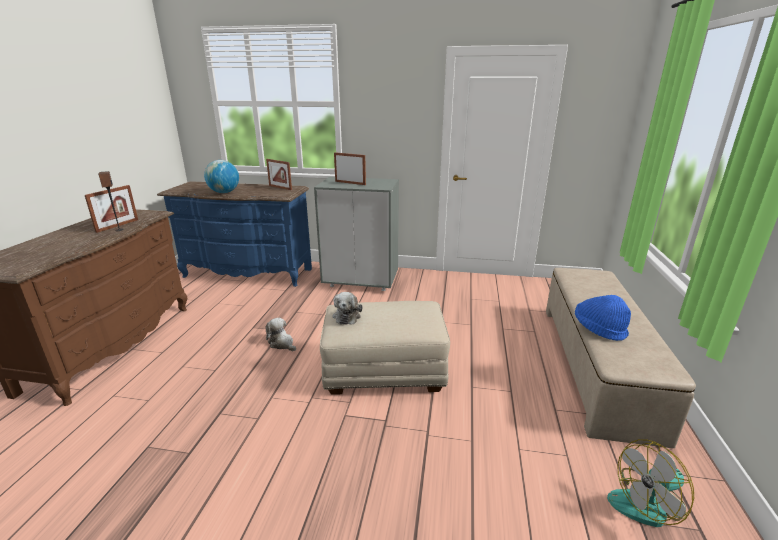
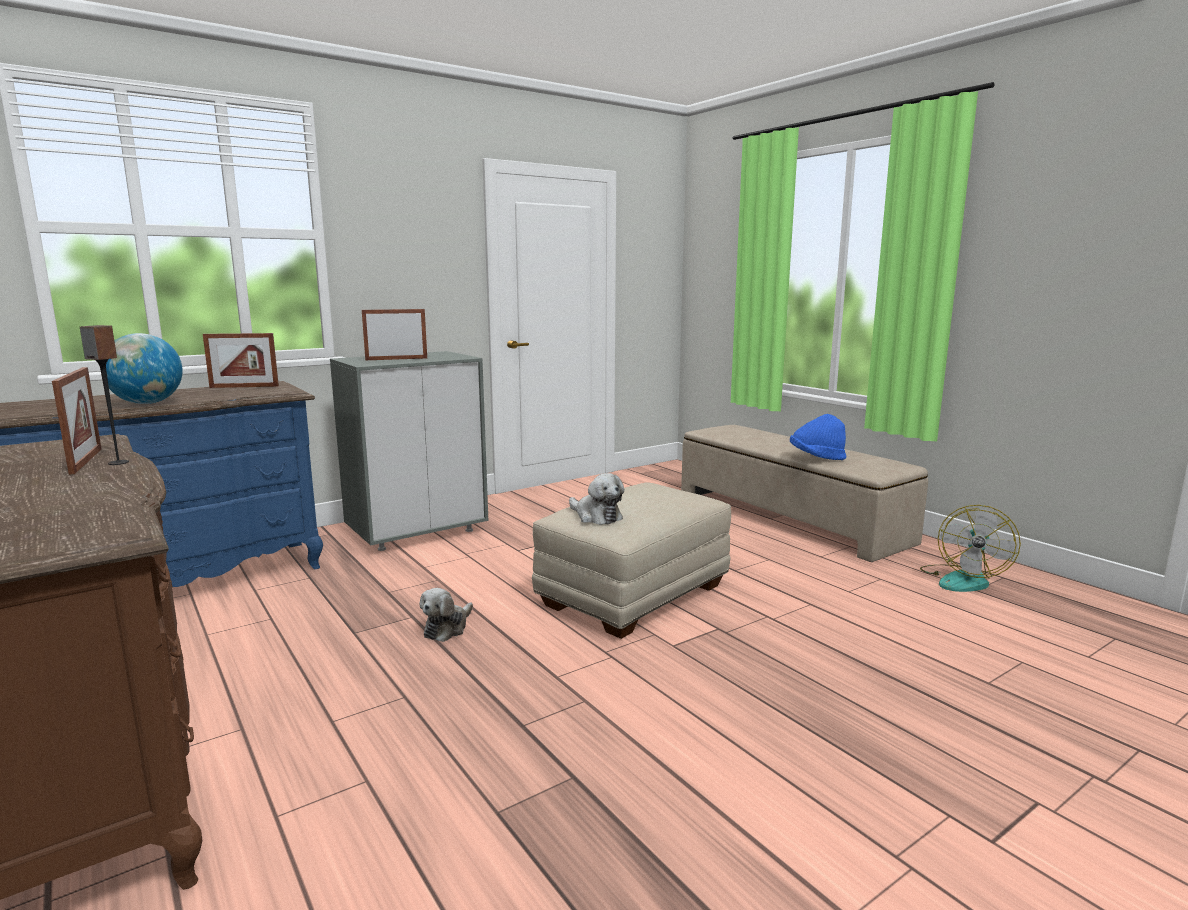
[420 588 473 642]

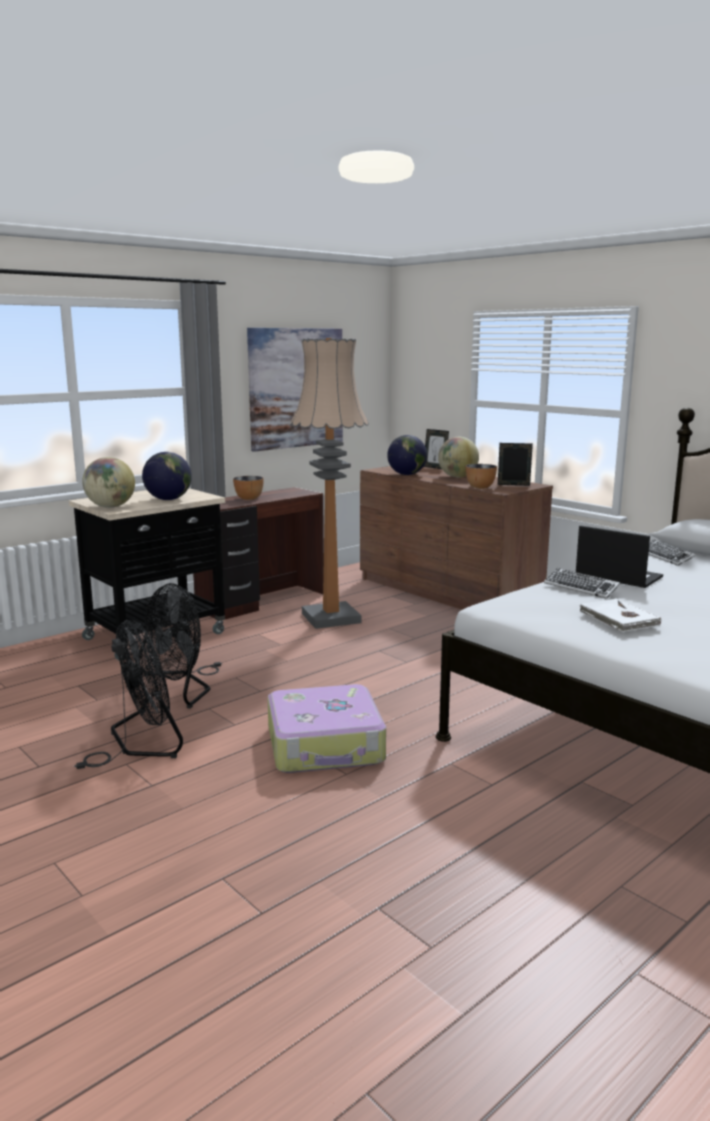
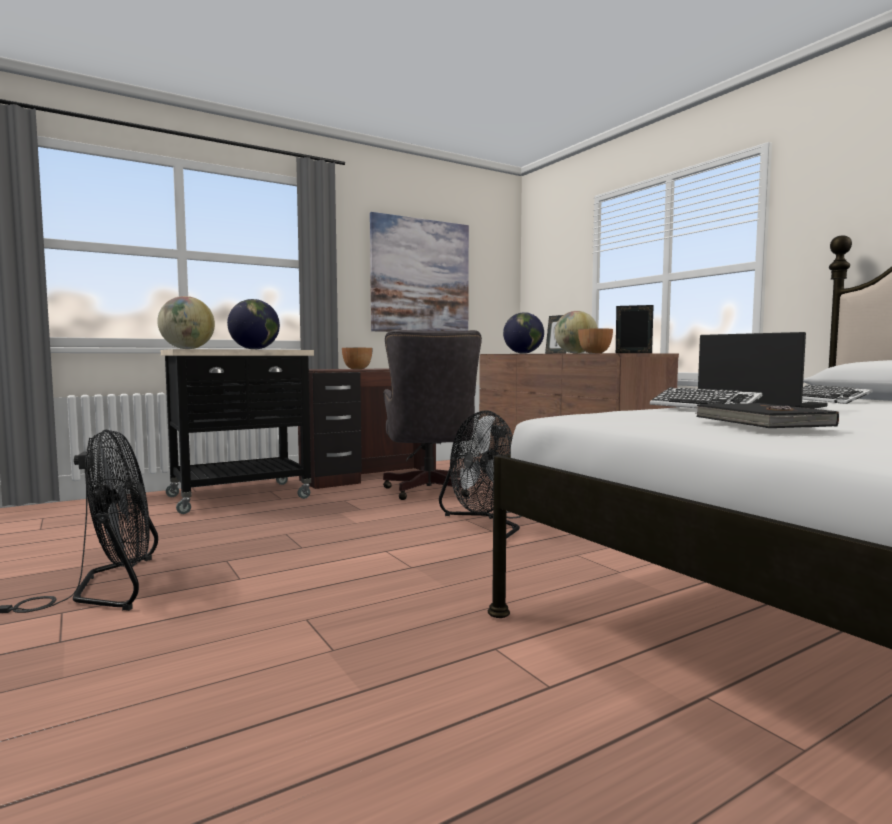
[439 410 522 539]
[267 684 386 773] (first image)
[383 330 482 500]
[696 403 839 428]

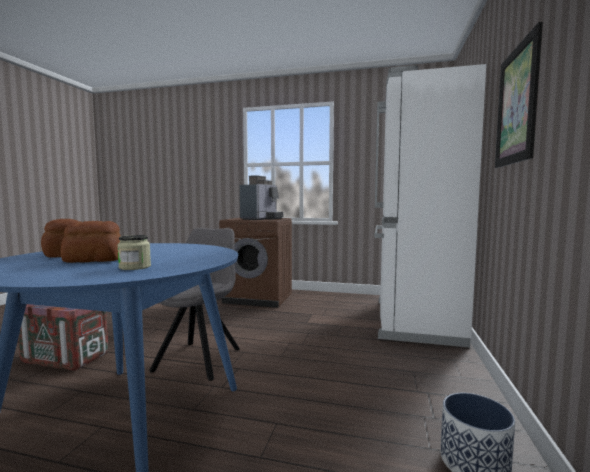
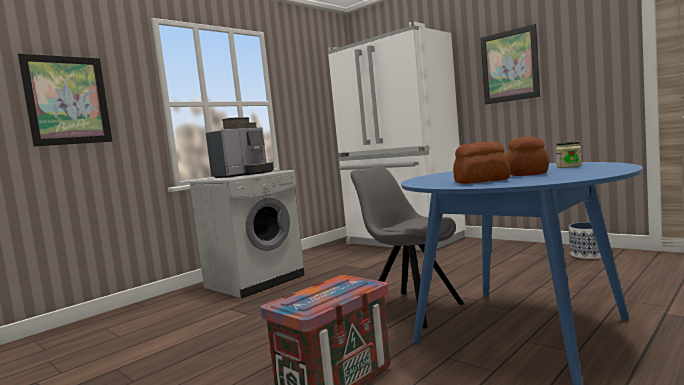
[190 170 305 298]
[206 117 274 178]
[18 53 112 147]

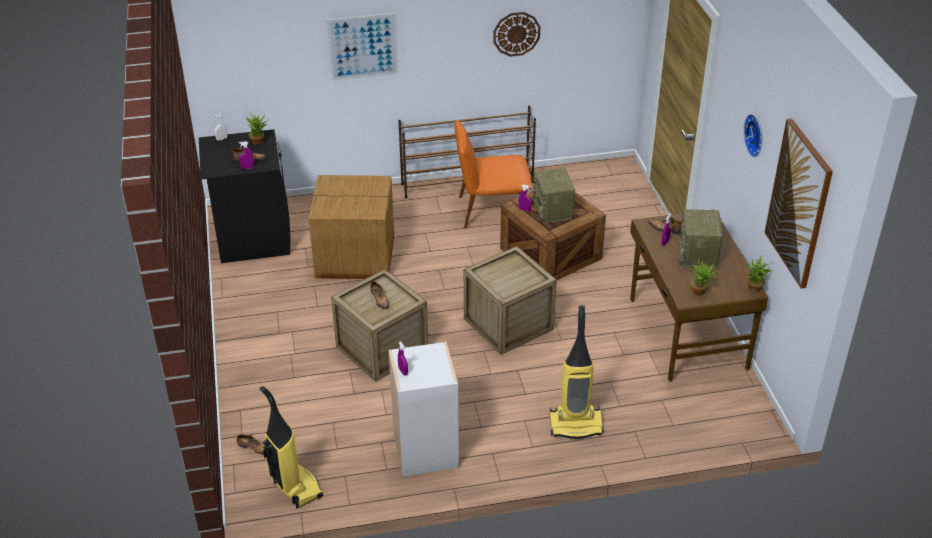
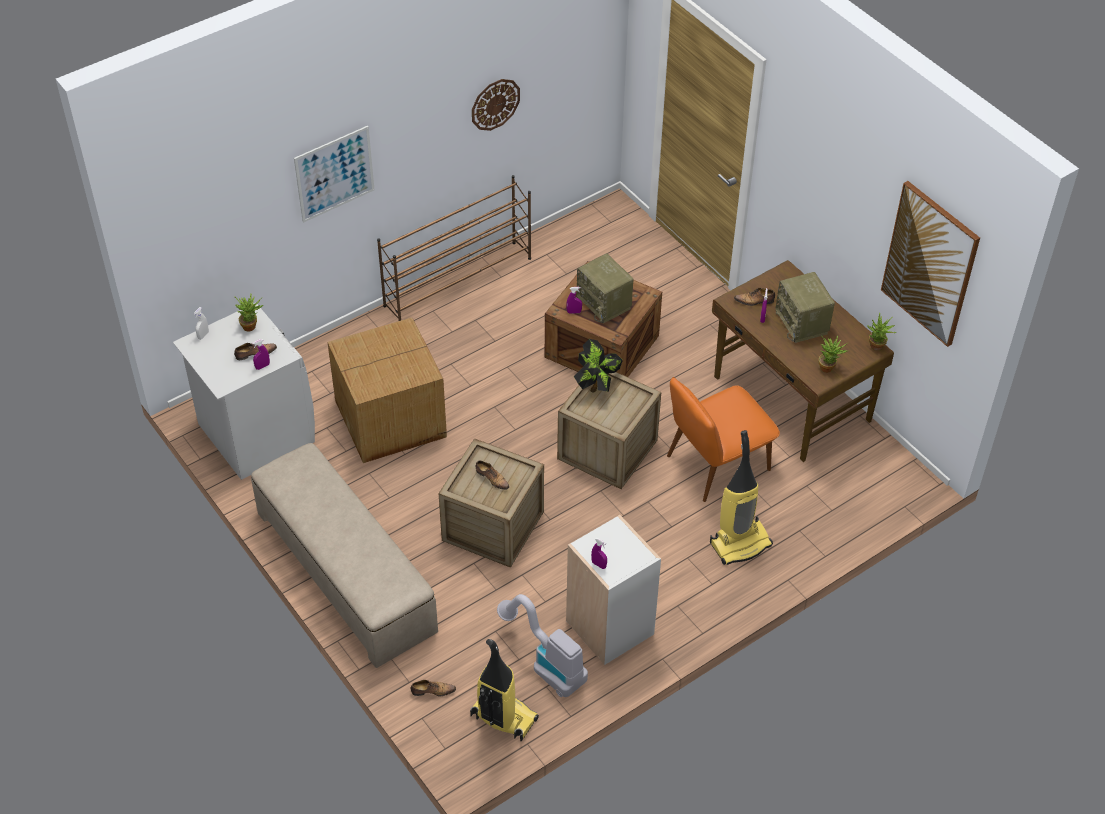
[173 303 315 480]
[667 377 780 502]
[744 114 762 158] (first image)
[251 443 438 668]
[497 594 588 697]
[574 339 623 393]

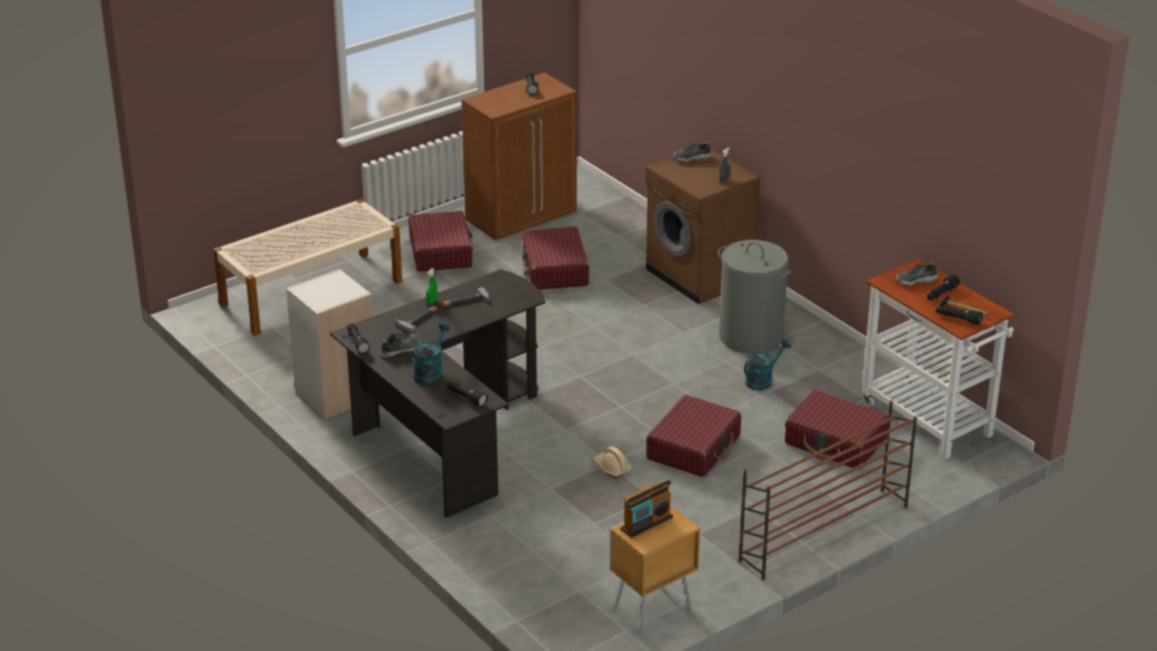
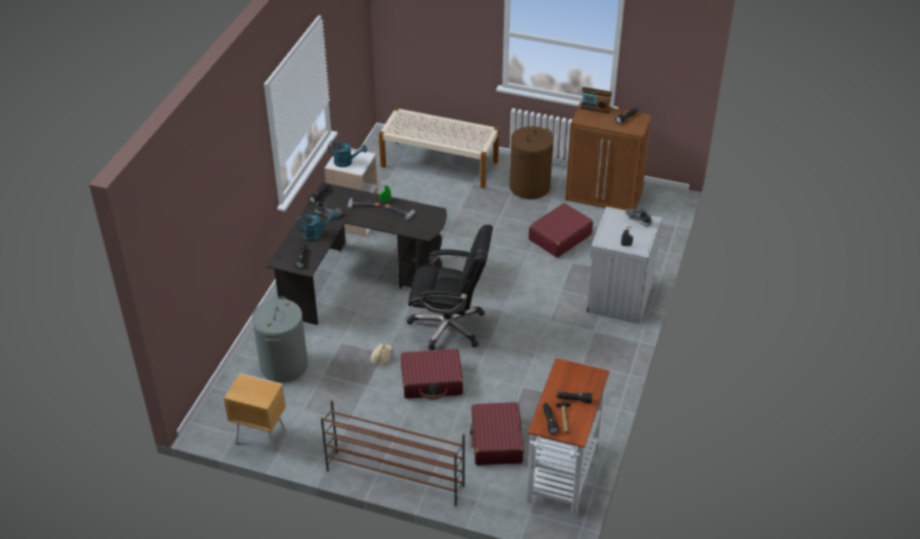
[510 126 554 199]
[580 87 612 114]
[587 207 662 324]
[252 297 308 383]
[328 141 367 167]
[896 262 938 286] (first image)
[407 225 493 350]

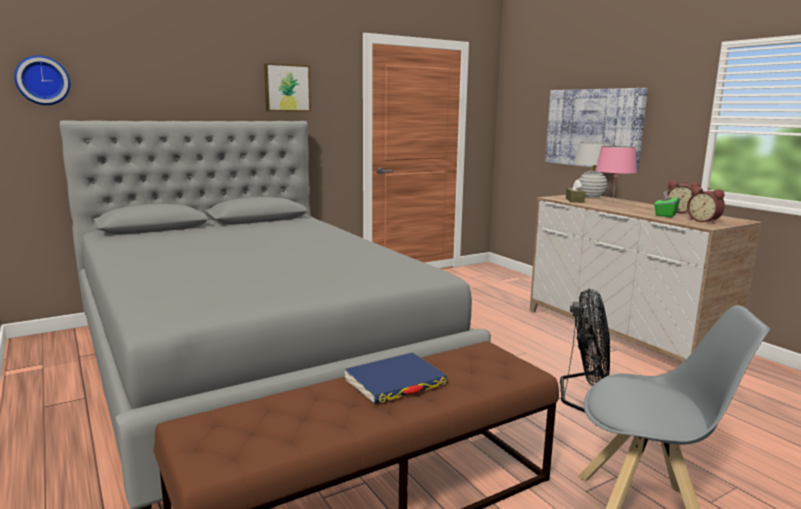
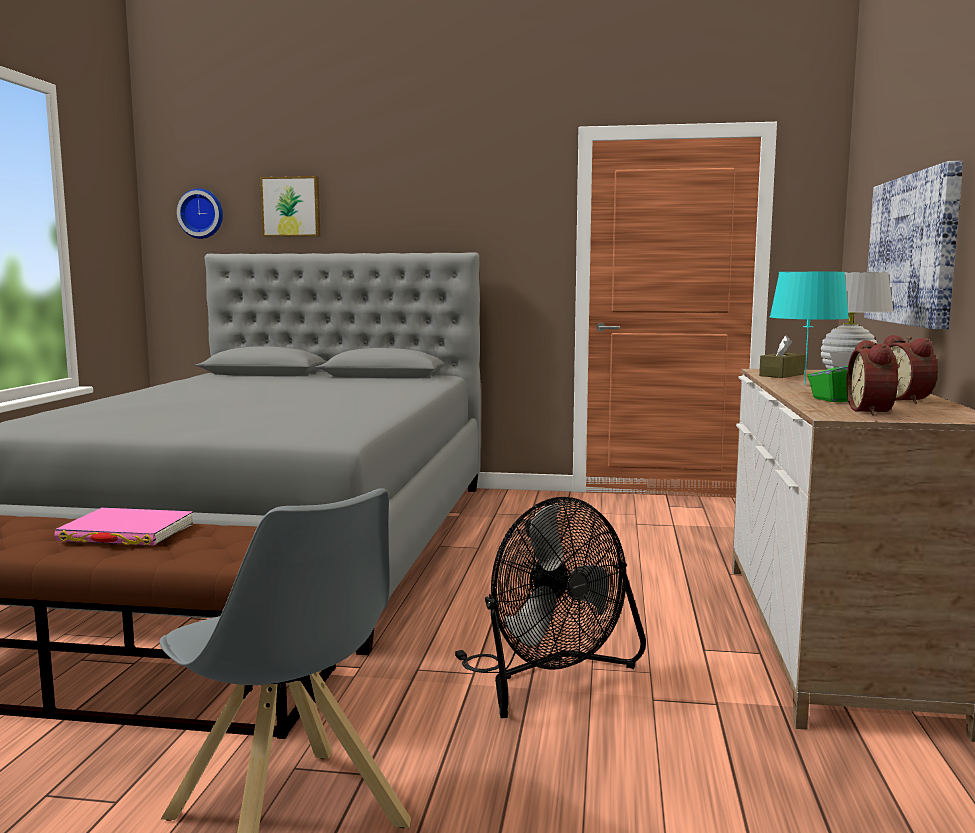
[260 176 320 237]
[54 508 193 545]
[770 272 849 385]

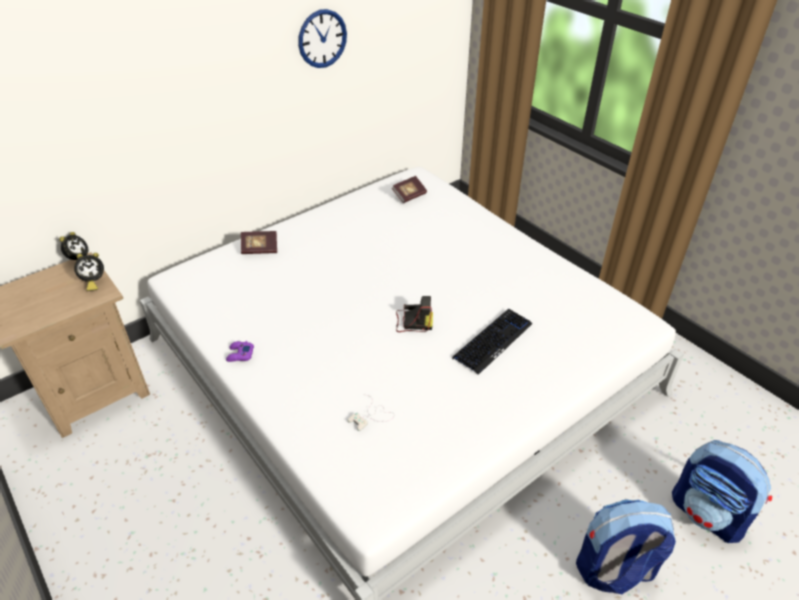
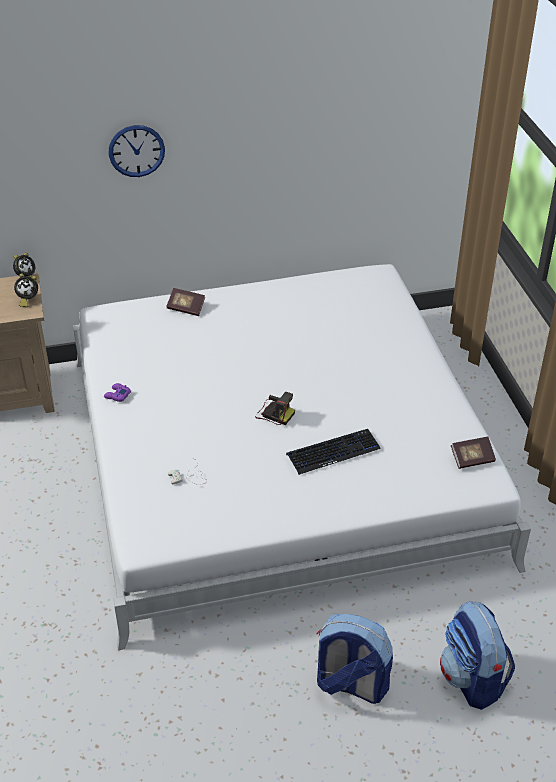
[108 125 165 177]
[451 437 496 469]

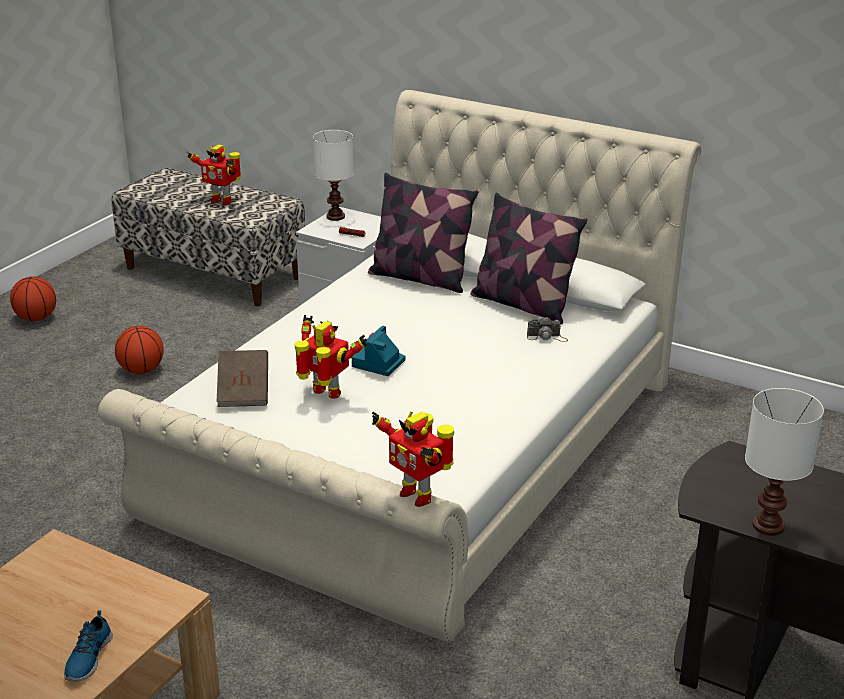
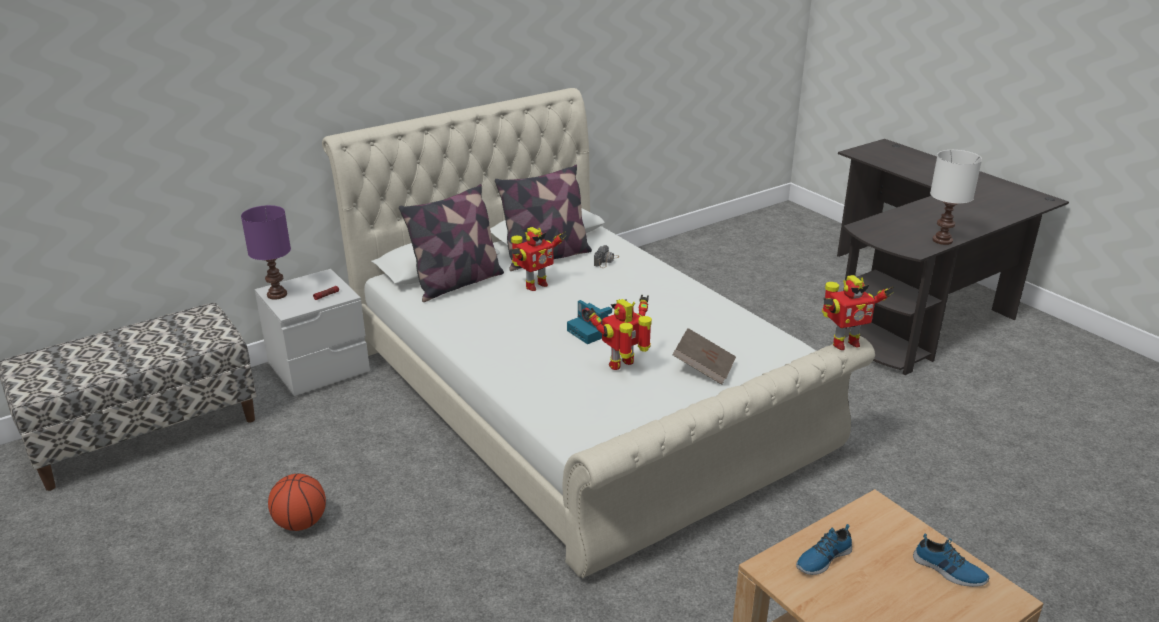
[10 276 56 321] (first image)
[511 227 566 291]
[672 328 736 385]
[241 205 291 300]
[796 524 852 575]

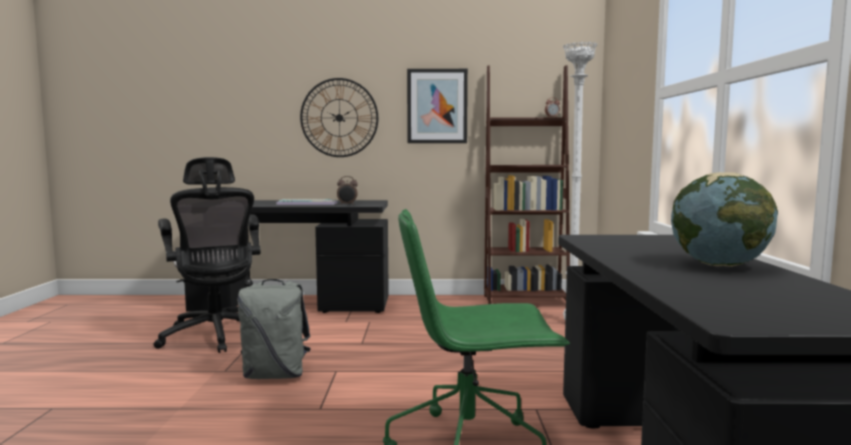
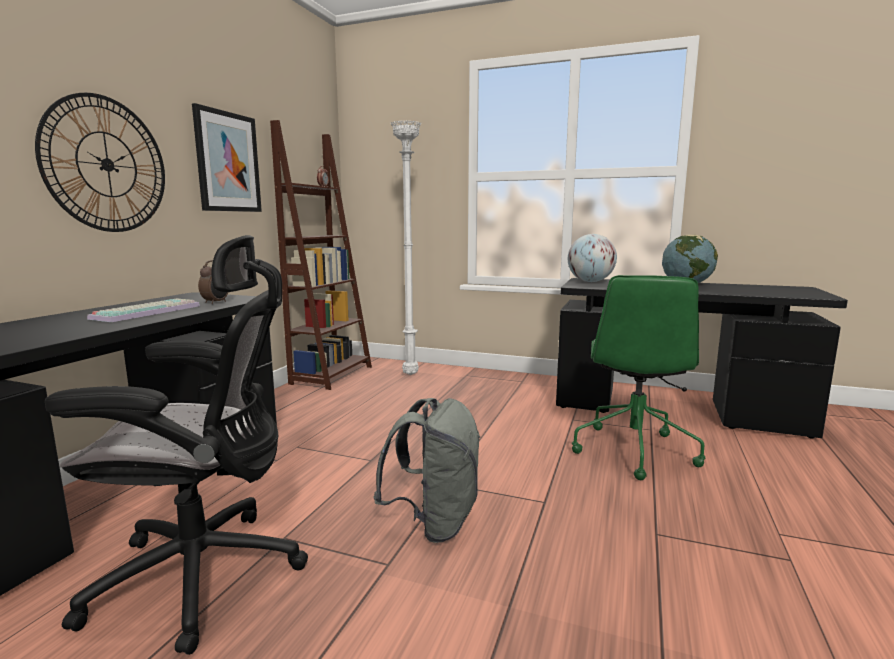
[568 234 617 282]

